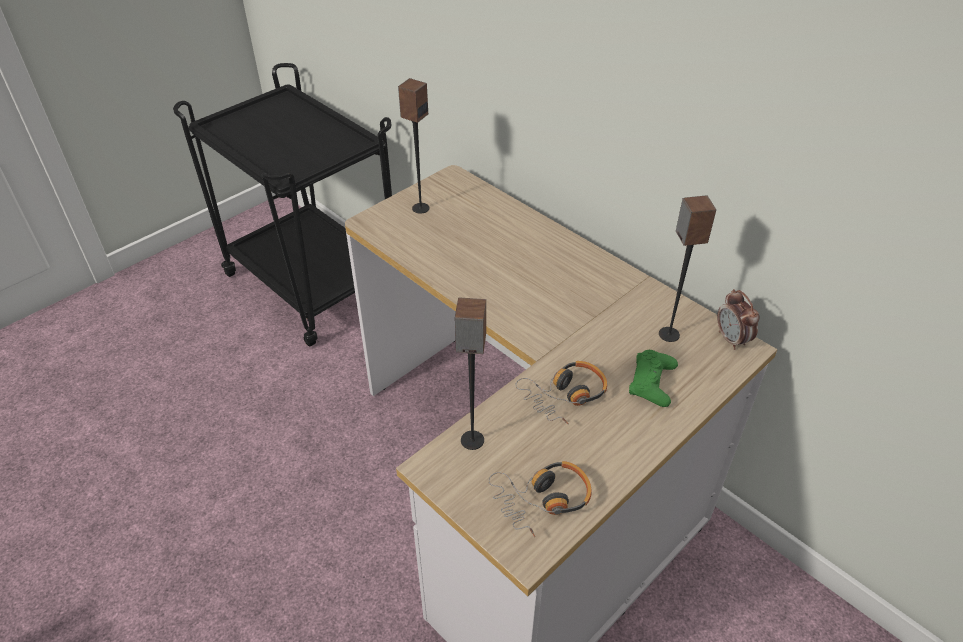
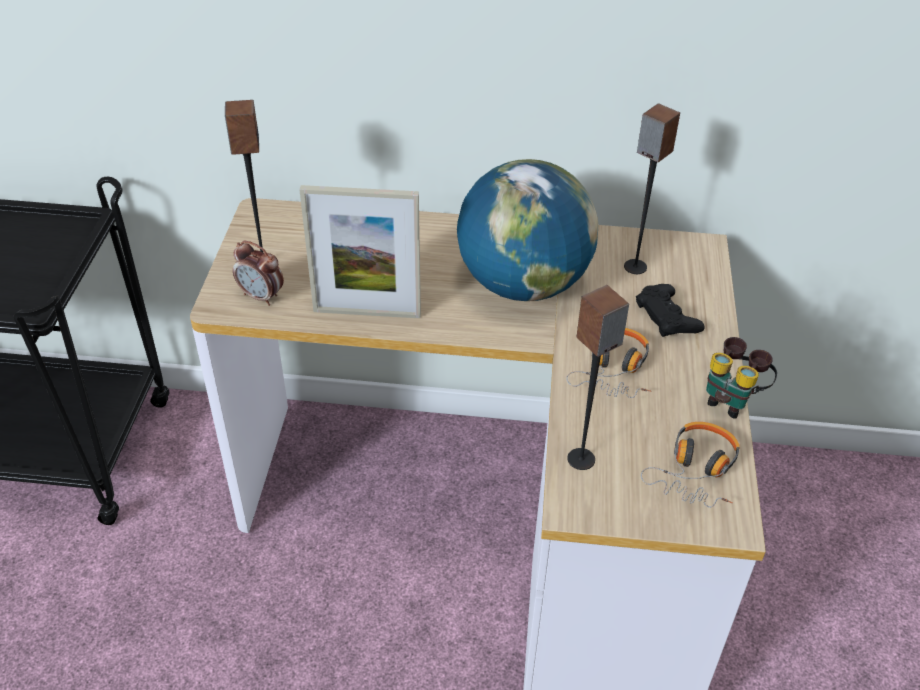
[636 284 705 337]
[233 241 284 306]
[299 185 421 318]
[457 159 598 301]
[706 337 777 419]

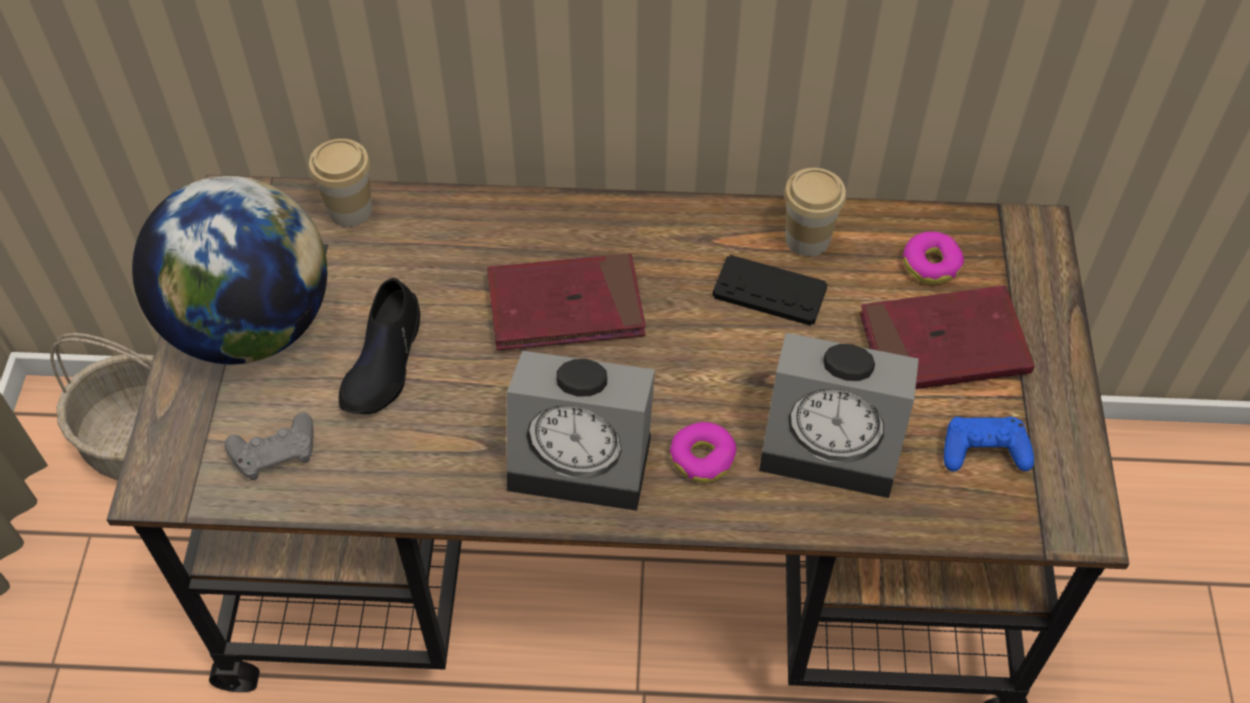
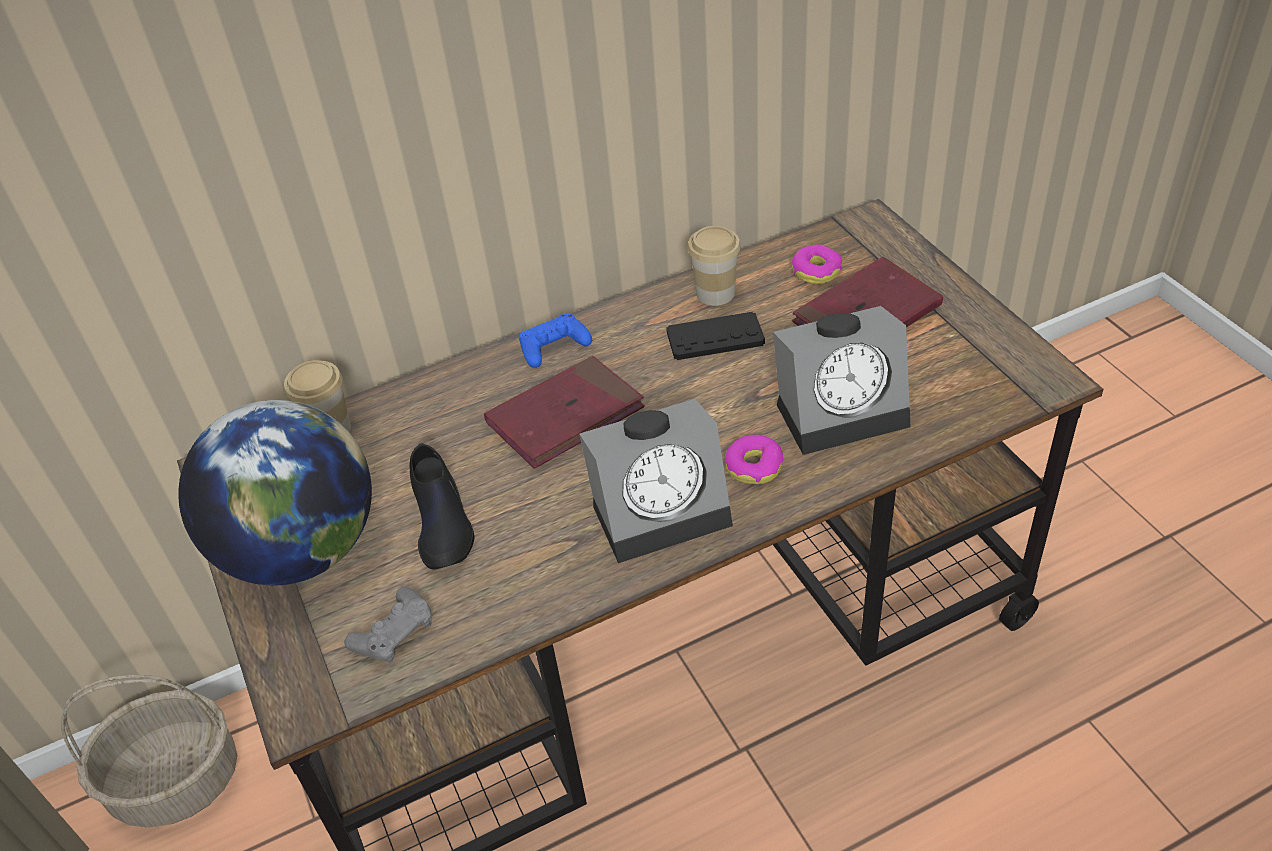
[519 314 592 368]

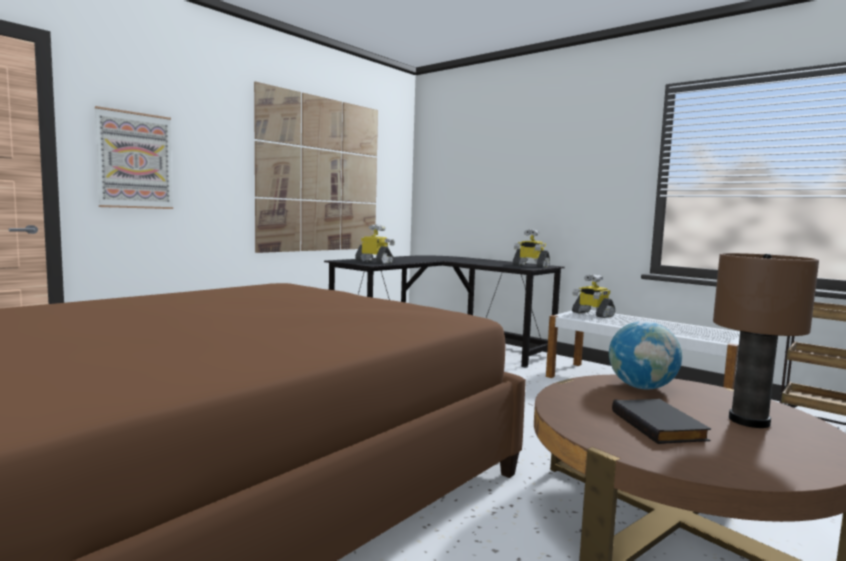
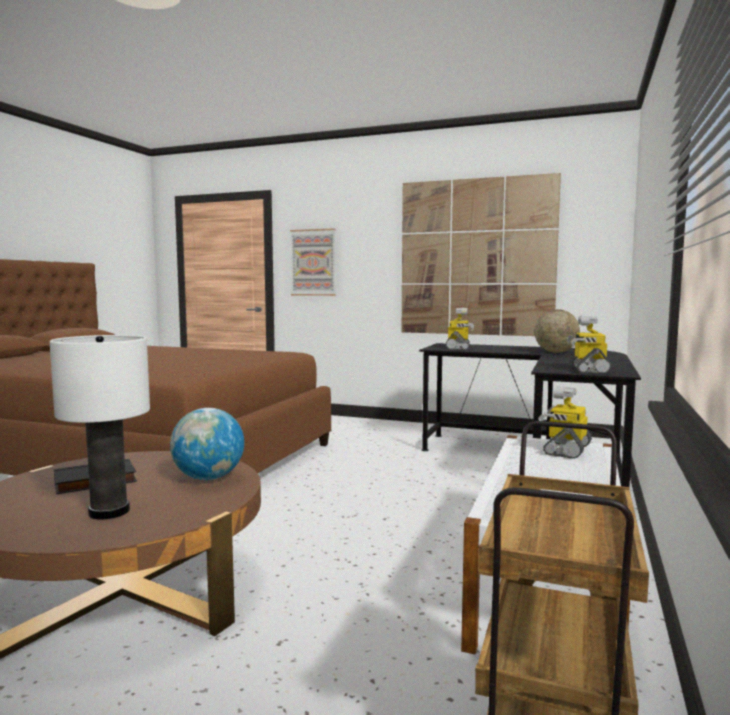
[50 335 150 520]
[534 310 580 353]

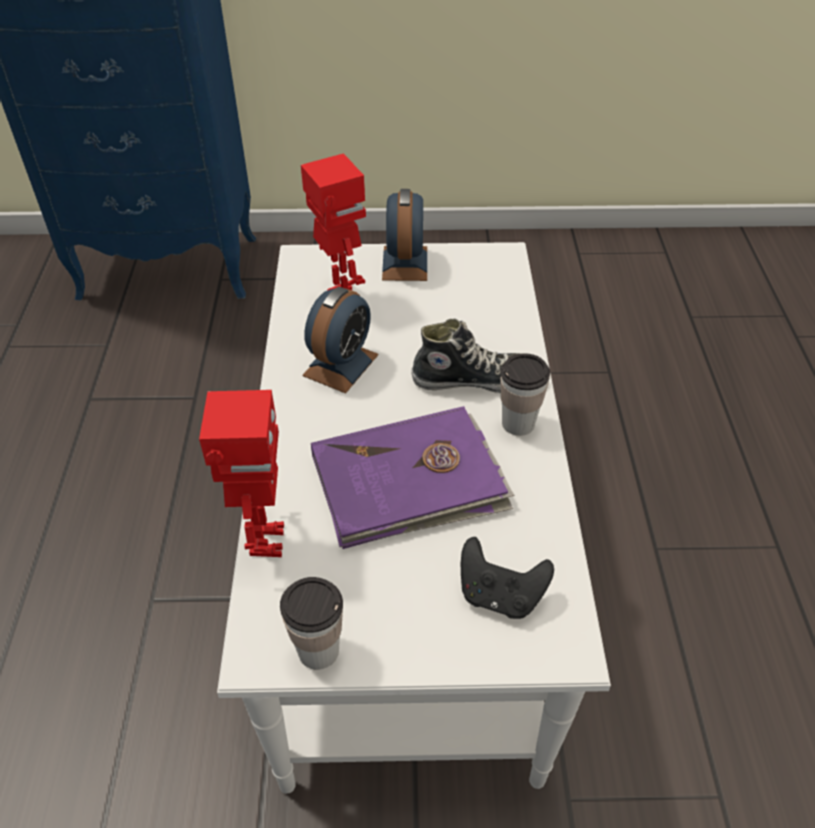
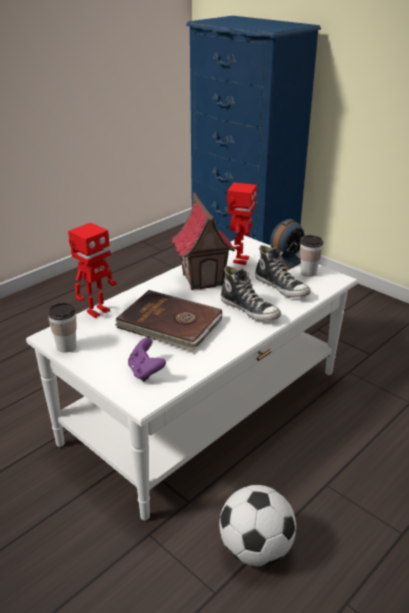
[172 192 235 290]
[115 290 222 351]
[128 338 166 382]
[300 235 323 277]
[219 485 296 566]
[255 245 311 298]

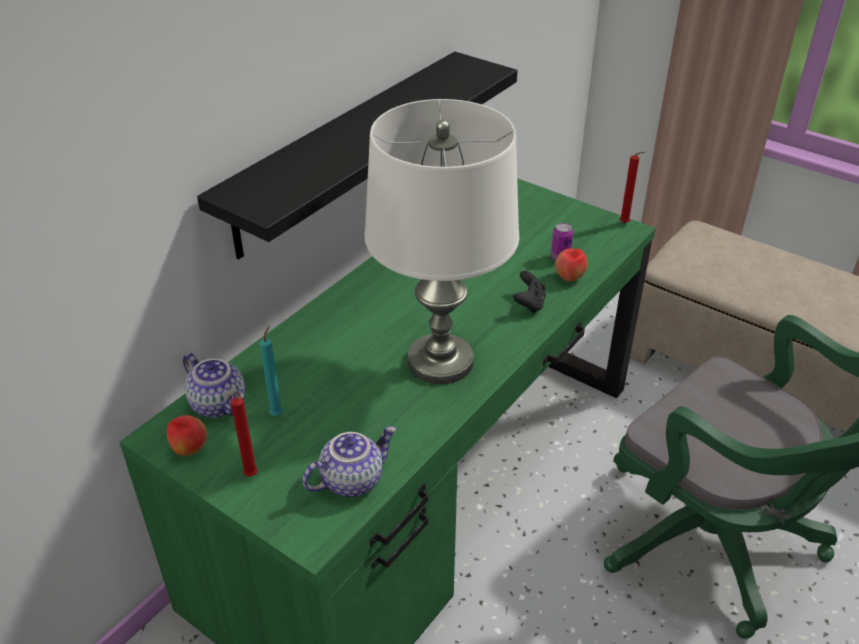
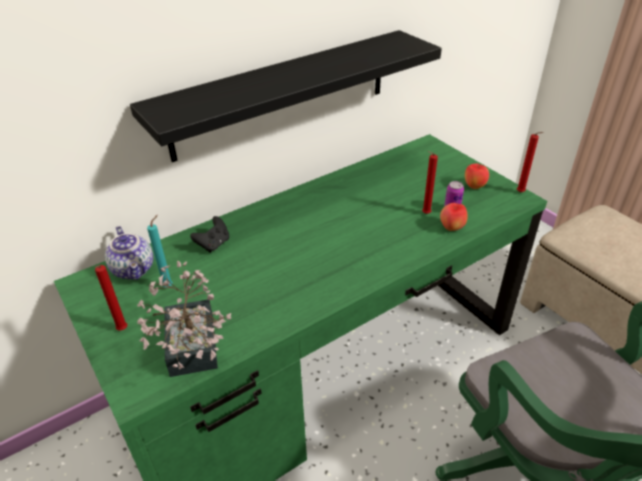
[465 164 489 189]
[137 261 231 377]
[364 99 519 384] (first image)
[190 216 229 253]
[422 151 438 214]

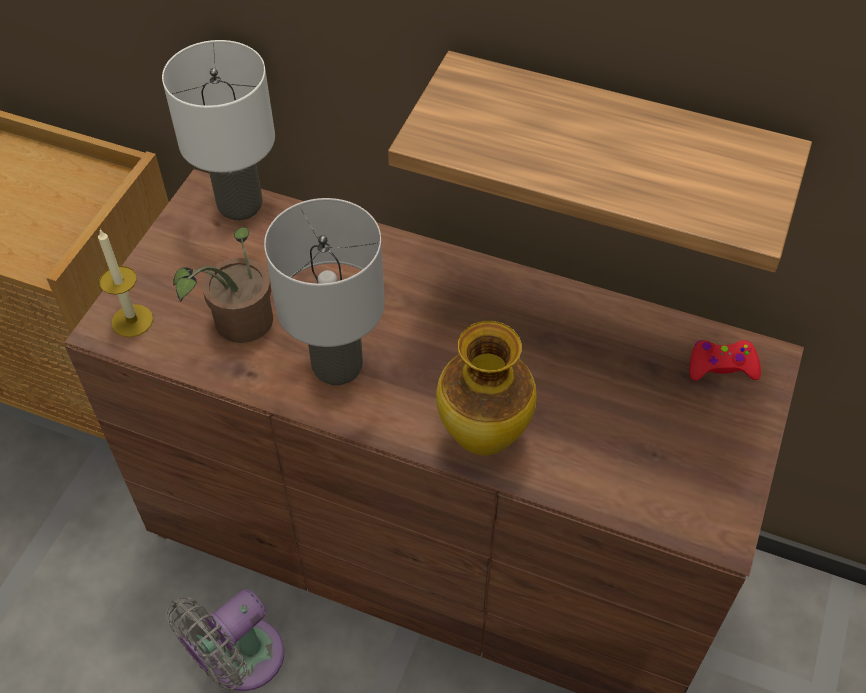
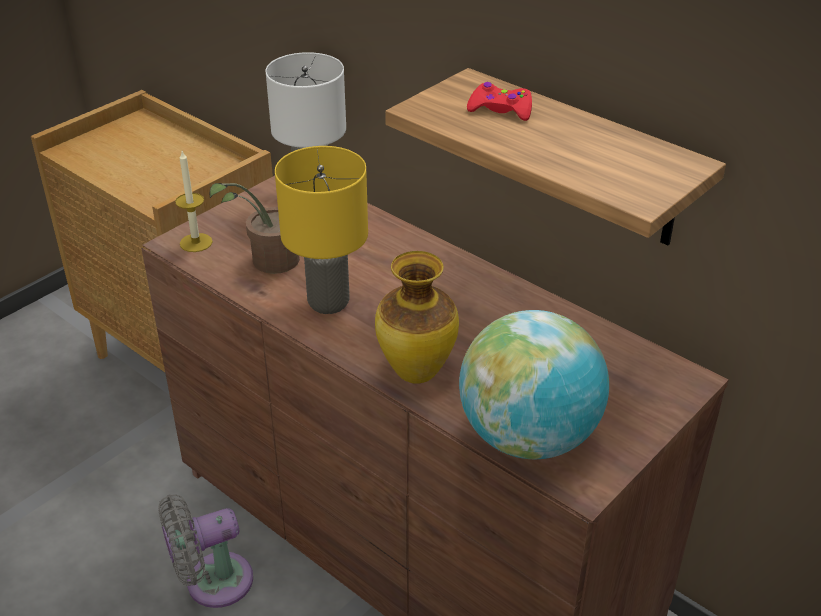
[275 146 368 314]
[467 82 532 121]
[459 310 609 459]

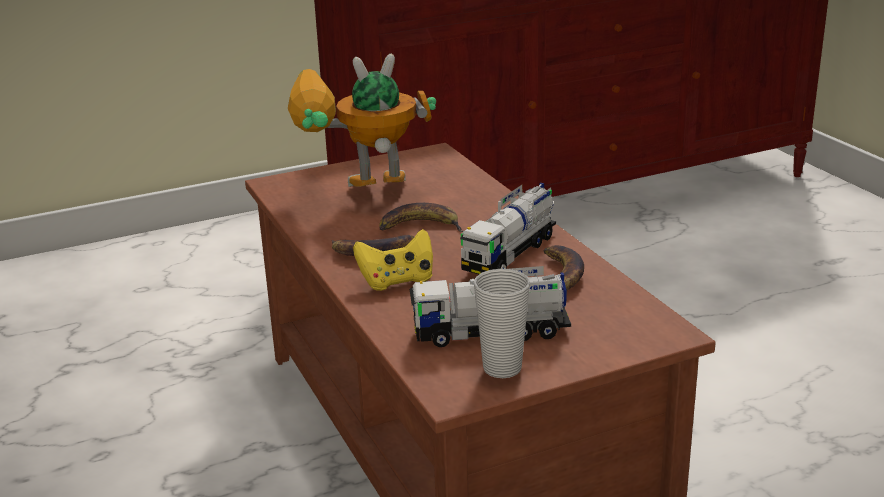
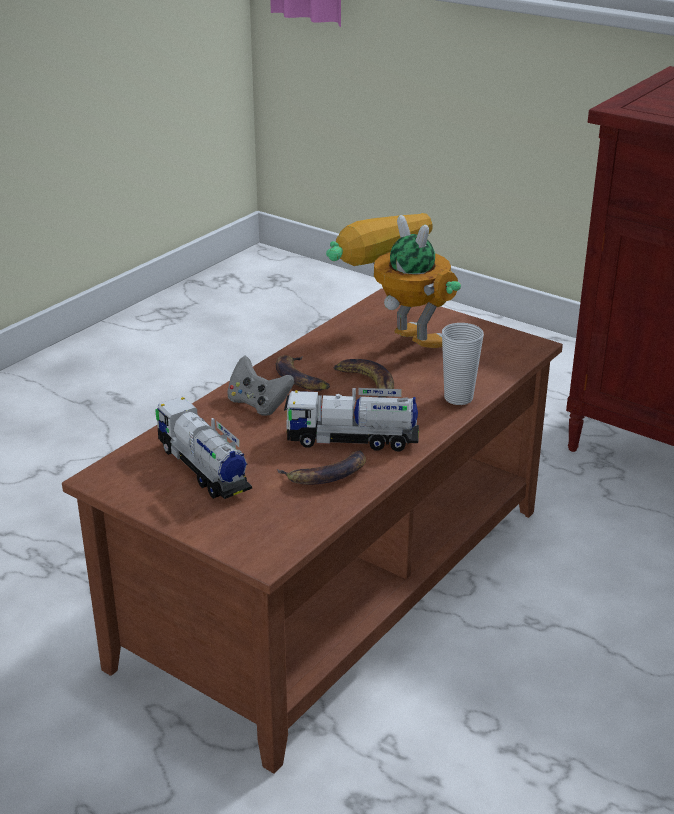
[227 356 295 416]
[442 323 484 405]

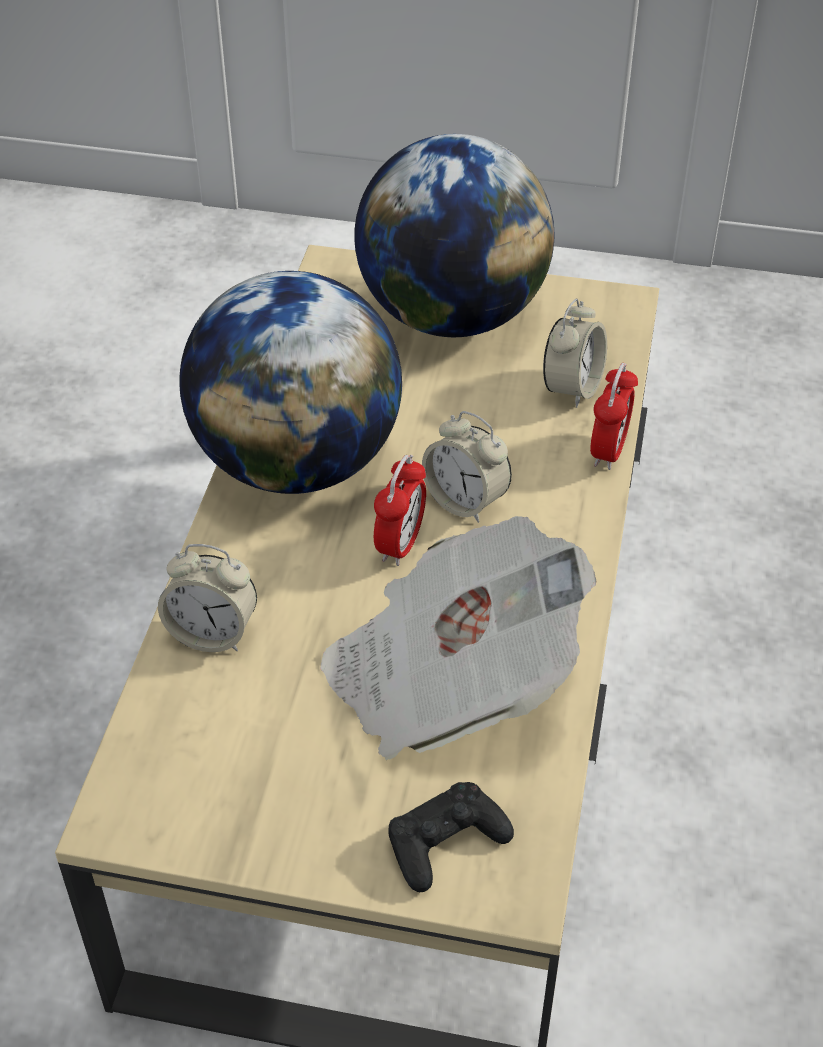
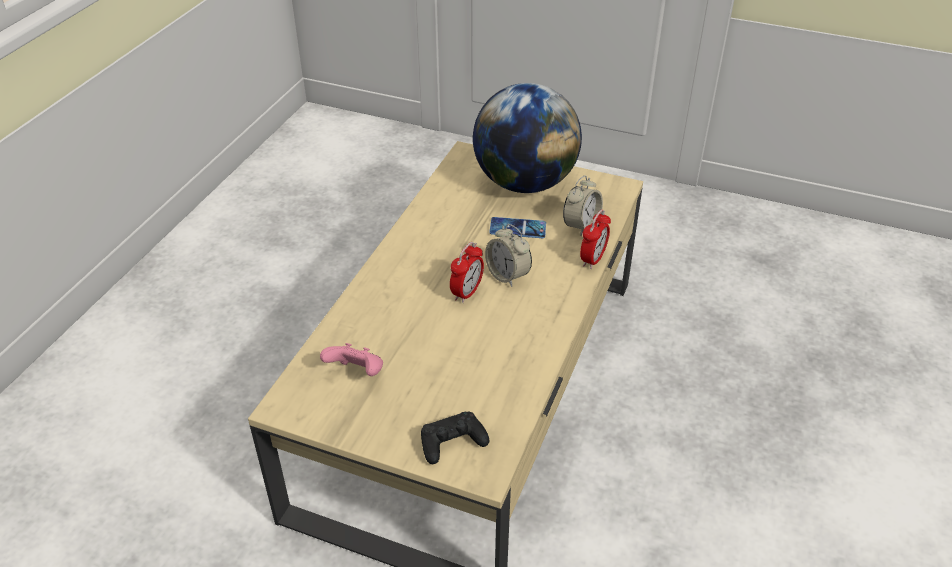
[158 544 257 652] (first image)
[179 271 402 494] (first image)
[320 516 596 760] (first image)
[320 343 383 376]
[489 217 546 238]

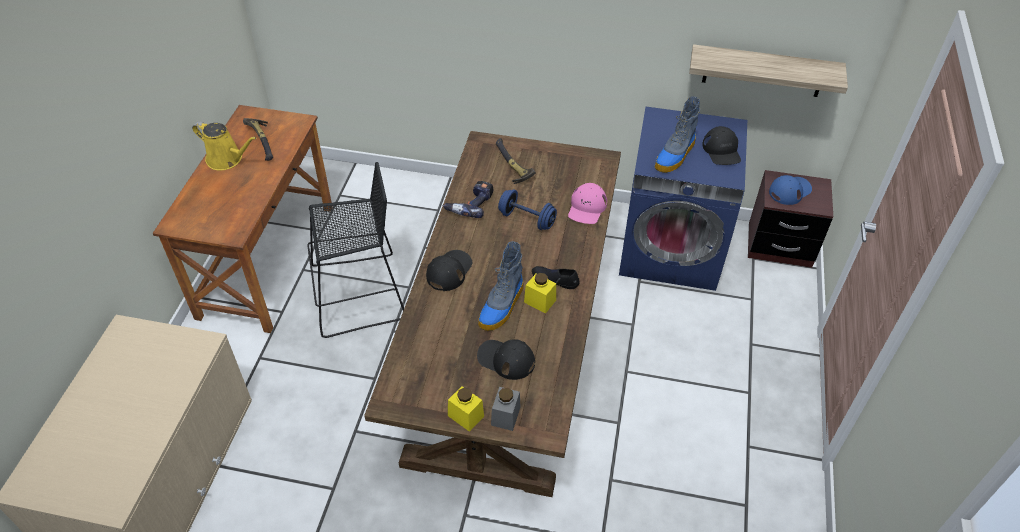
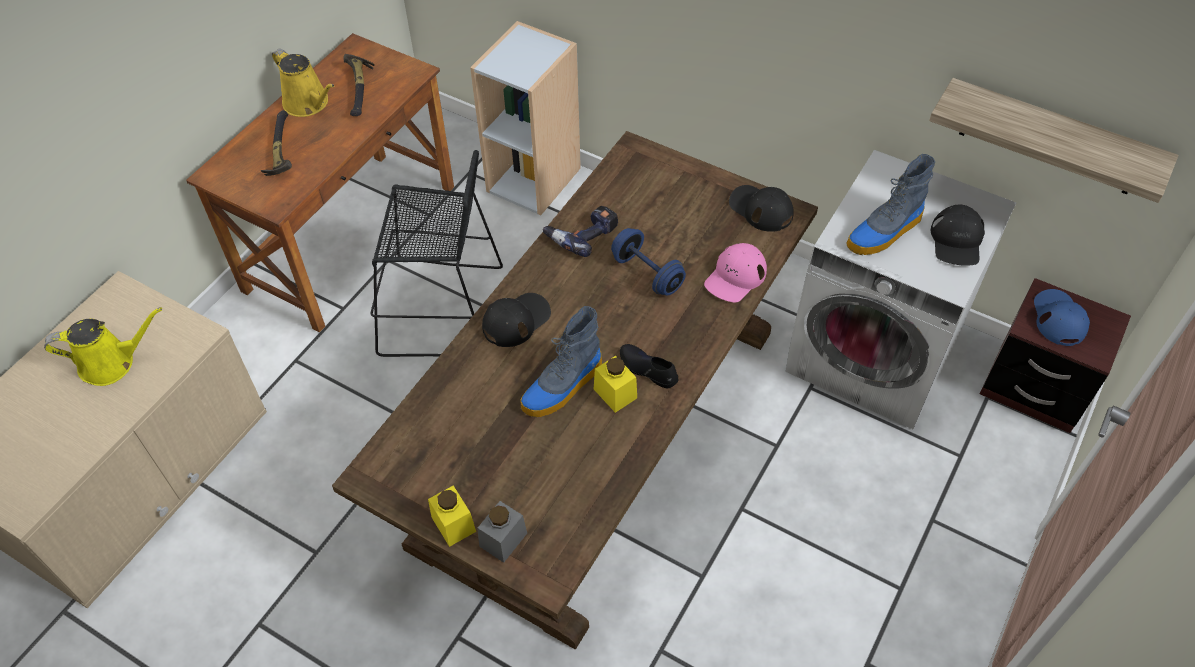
[729 185 794 232]
[261 110 292 176]
[786 150 1016 429]
[1034 289 1090 346]
[44 307 162 386]
[470 21 581 216]

